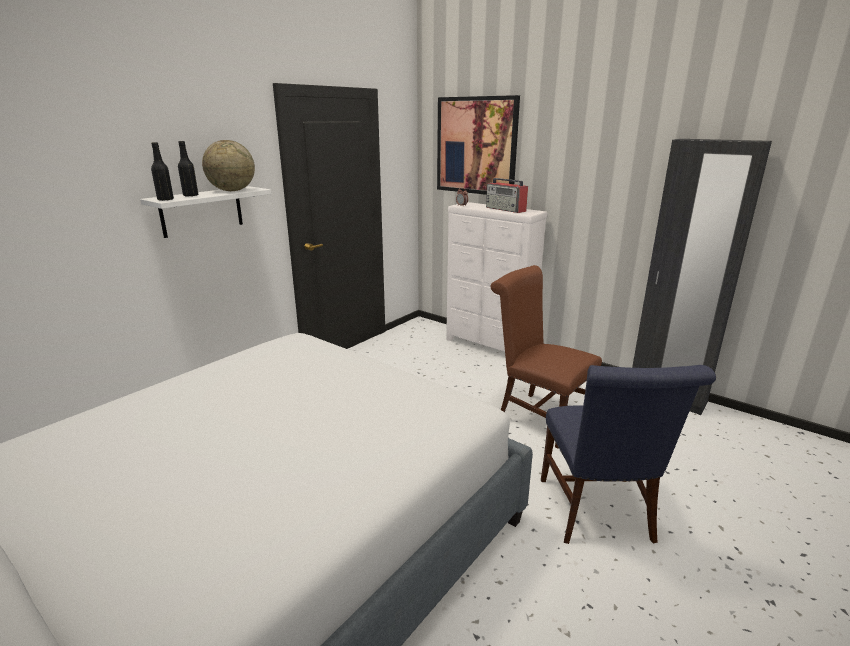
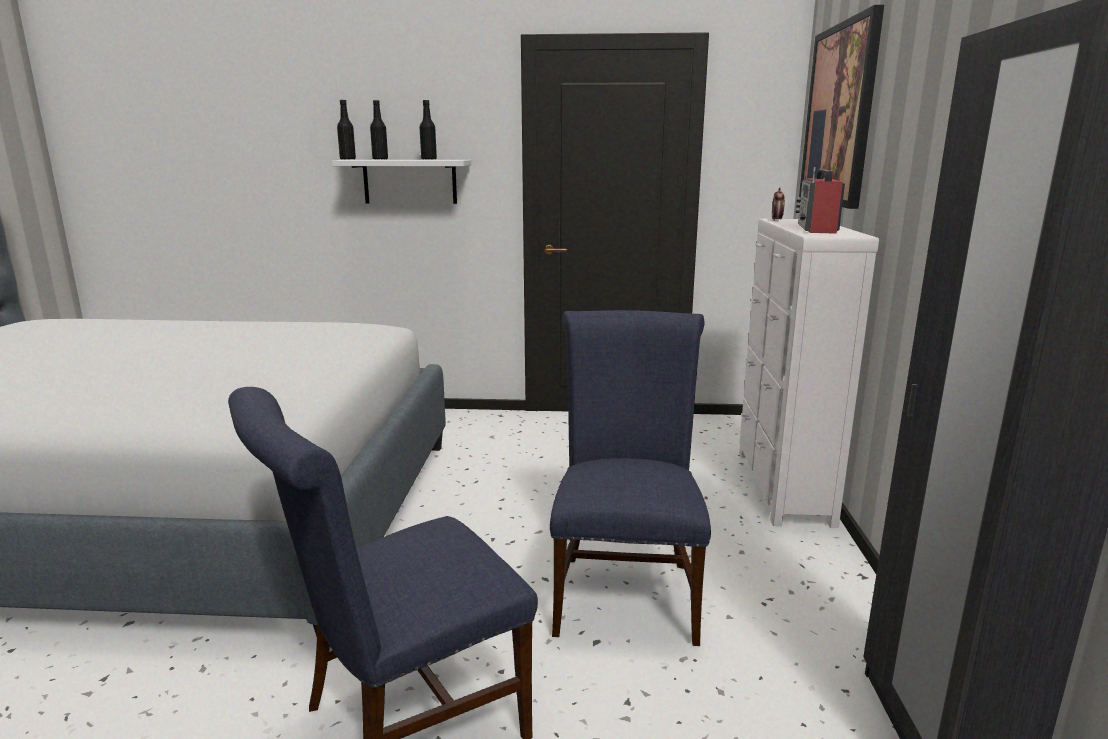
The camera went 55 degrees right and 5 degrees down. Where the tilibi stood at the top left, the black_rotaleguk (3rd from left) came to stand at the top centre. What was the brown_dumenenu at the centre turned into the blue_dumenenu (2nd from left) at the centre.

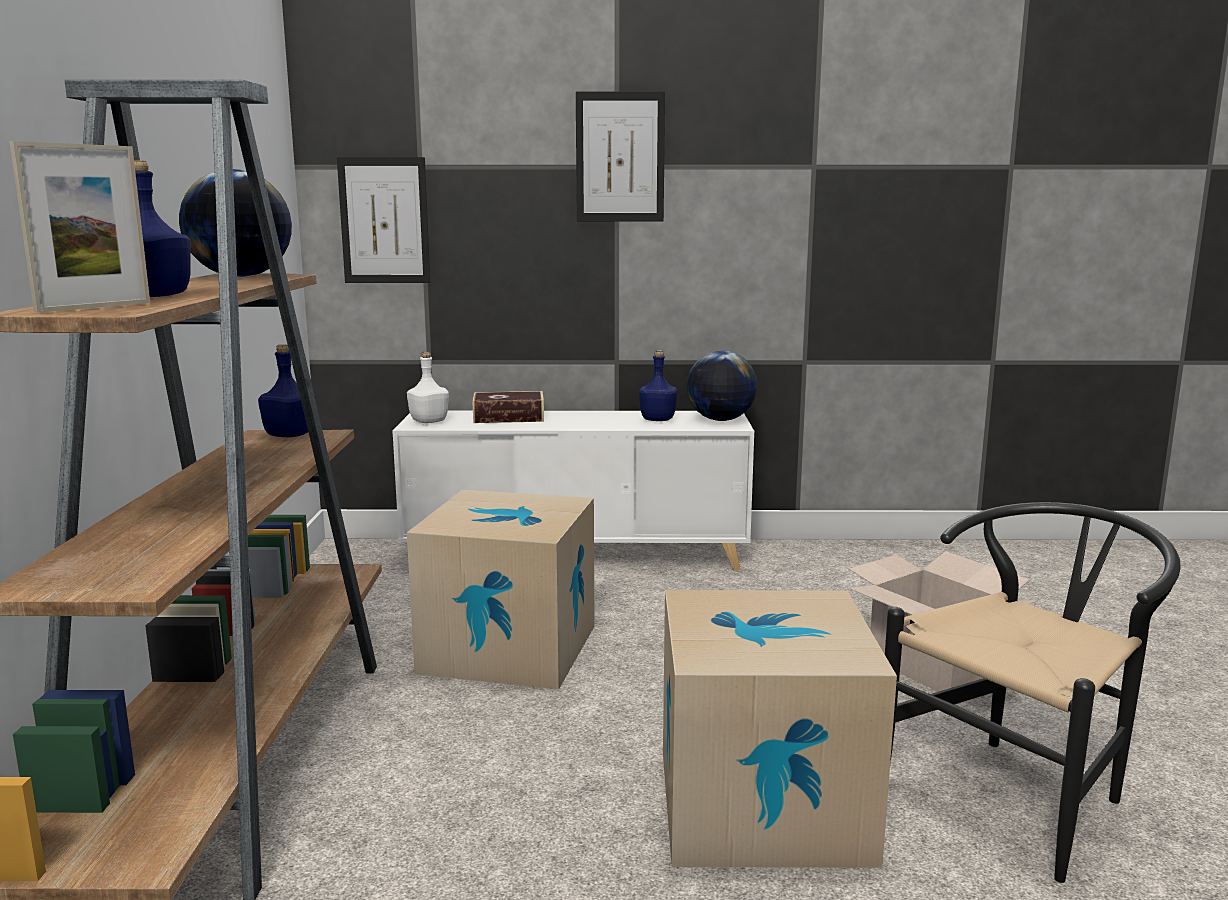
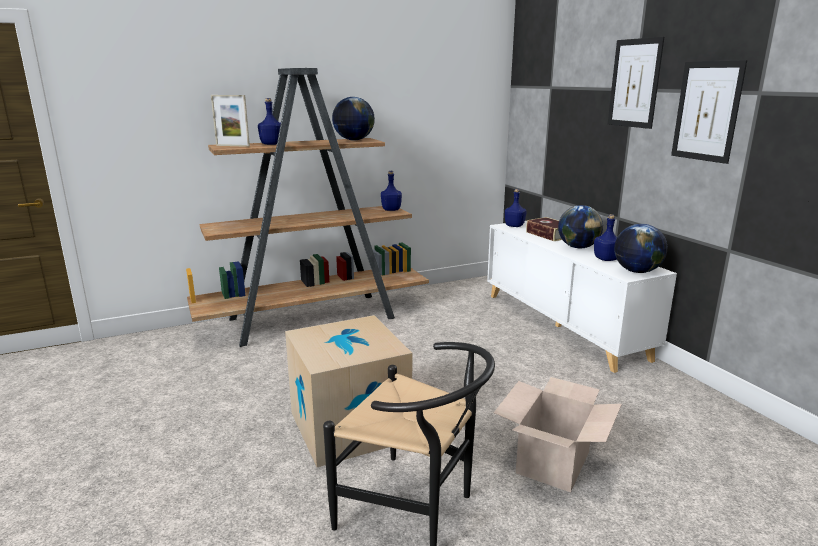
The camera went 65 degrees right and 5 degrees up. The second view lost the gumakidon (1st from left) at the centre. The second view gained the tilibi (2nd from left) at the middle right. The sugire (1st from left in the first image) ended up elsewhere, having gone from the top left to the top right. What was the white_rotaleguk at the centre turned into the blue_rotaleguk (3rd from left) at the centre.

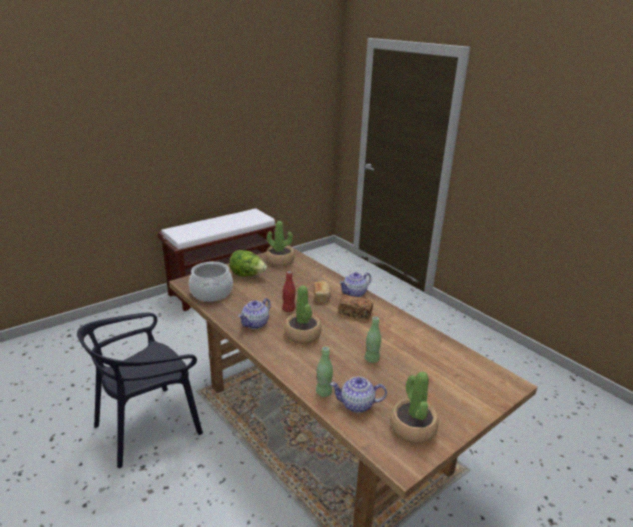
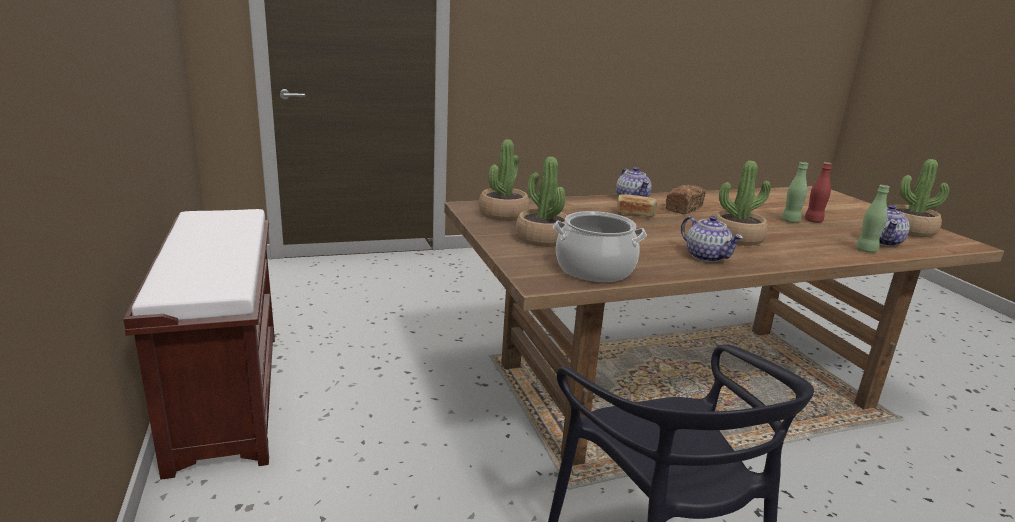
The camera went 70 degrees left and 5 degrees down. The red_rotaleguk ended up elsewhere, having gone from the centre to the middle right. Where the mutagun stood at the centre, the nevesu (2nd from left) came to stand at the centre.

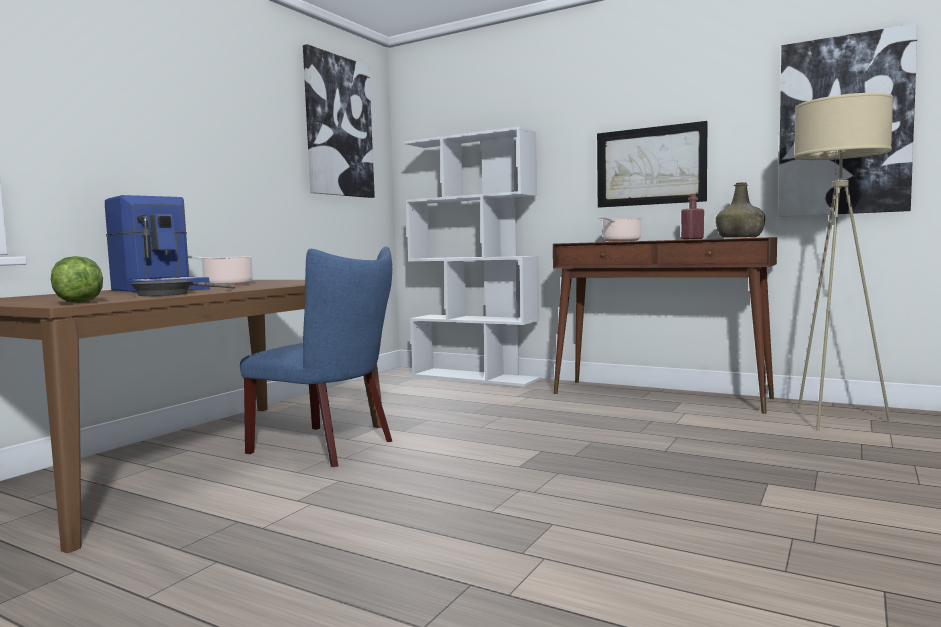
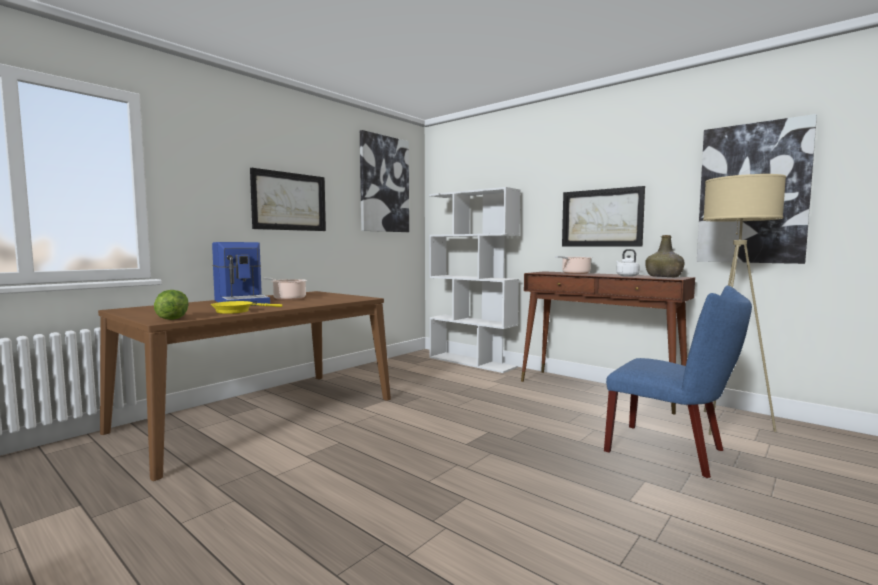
The camera went 10 degrees right and 0 degrees up. The second view gained the sugire (1st from left) at the middle left. The blue_dumenenu ended up elsewhere, having gone from the centre to the middle right. Where the red_rotaleguk stood at the middle right, the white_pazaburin came to stand at the middle right. What was the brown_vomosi at the middle left turned into the yellow_vomosi at the middle left.

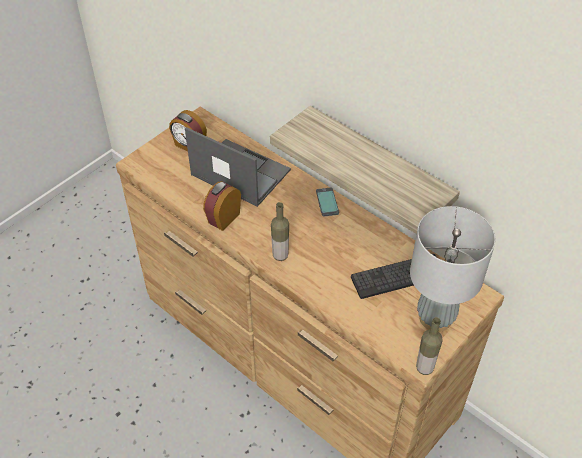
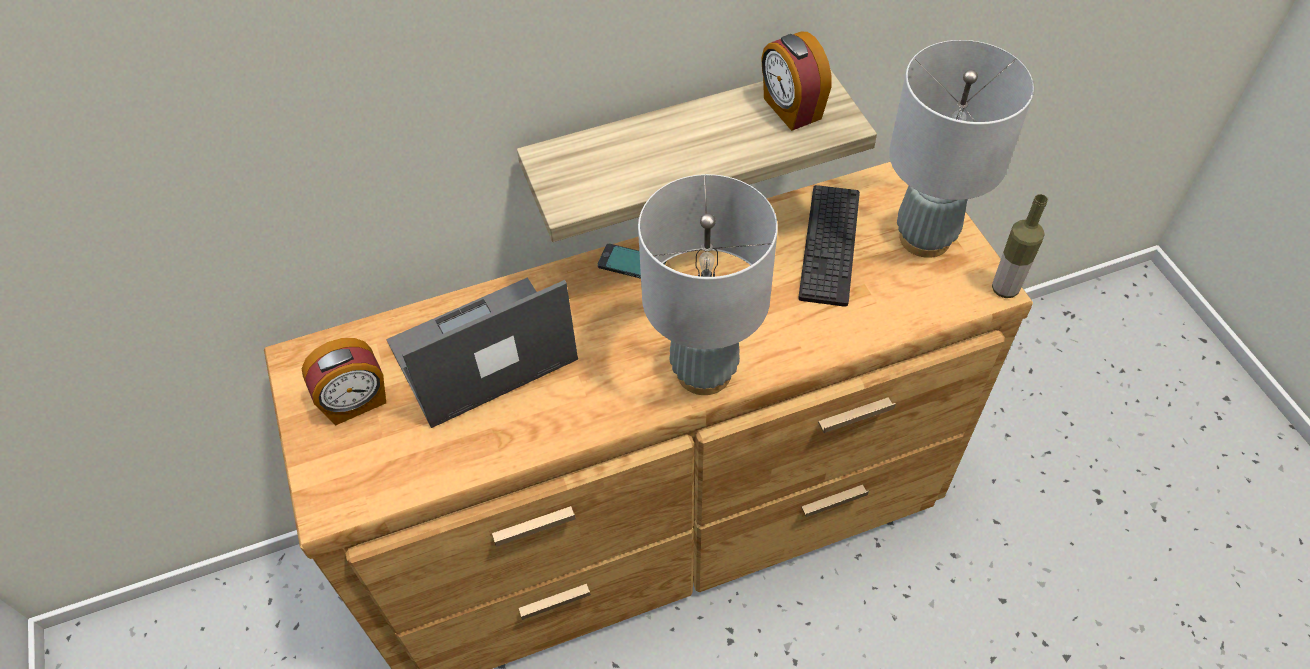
The camera went 60 degrees left and 5 degrees up. The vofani (2nd from left) ended up elsewhere, having gone from the centre to the top centre. Where the rotaleguk (1st from left) stood at the centre, the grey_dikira (1st from left) came to stand at the centre.

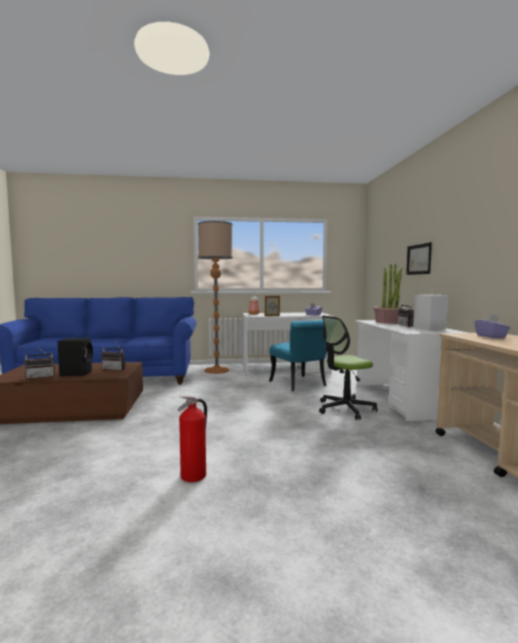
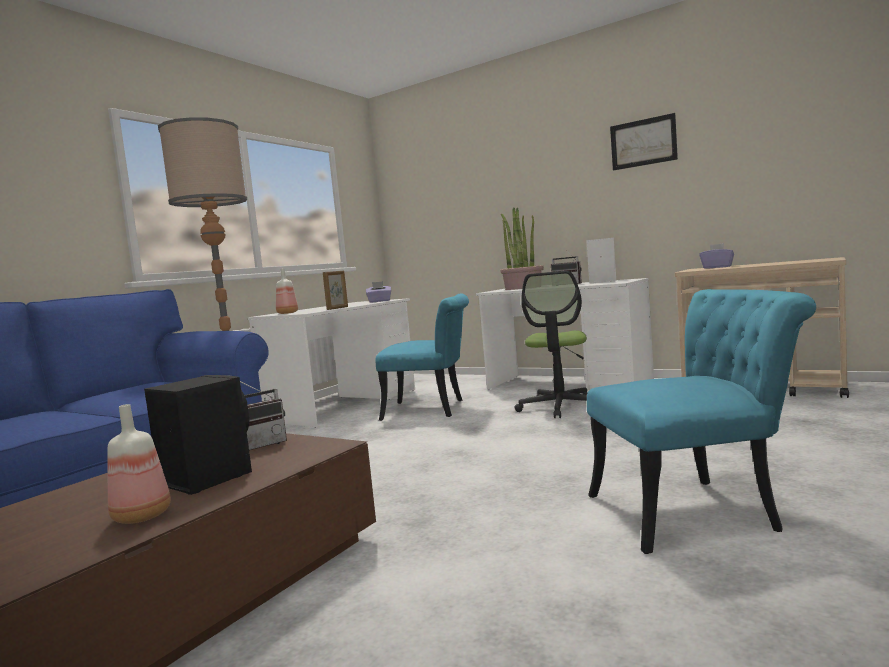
The camera went 50 degrees left and 0 degrees up. The sugire ended up elsewhere, having gone from the middle right to the top right. Where the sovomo (1st from left) stood at the middle left, the rotaleguk (1st from left) came to stand at the bottom left. Where the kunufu stood at the bottom centre, the turquoise_dumenenu (2nd from left) came to stand at the middle right.

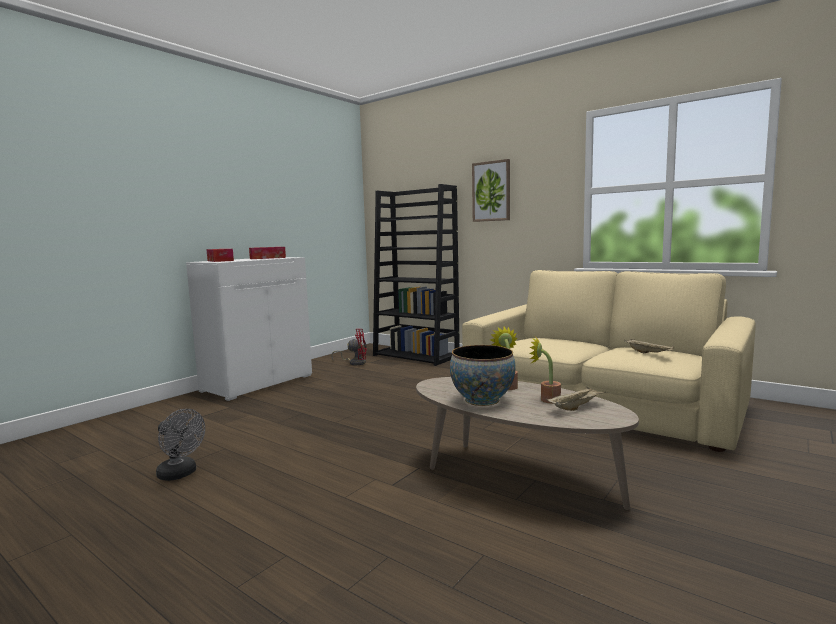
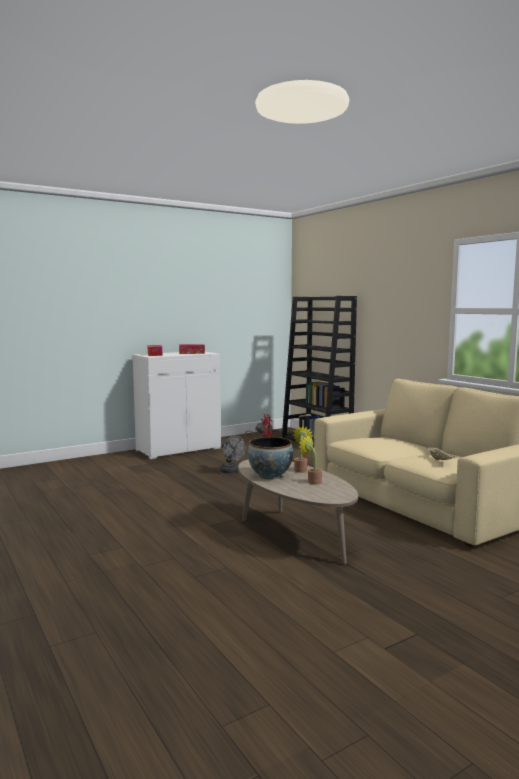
The camera went 20 degrees right and 0 degrees up. The second view lost the sugire at the top centre. The second view lost the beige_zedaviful (1st from left) at the middle right. The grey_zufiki ended up elsewhere, having gone from the bottom left to the centre.

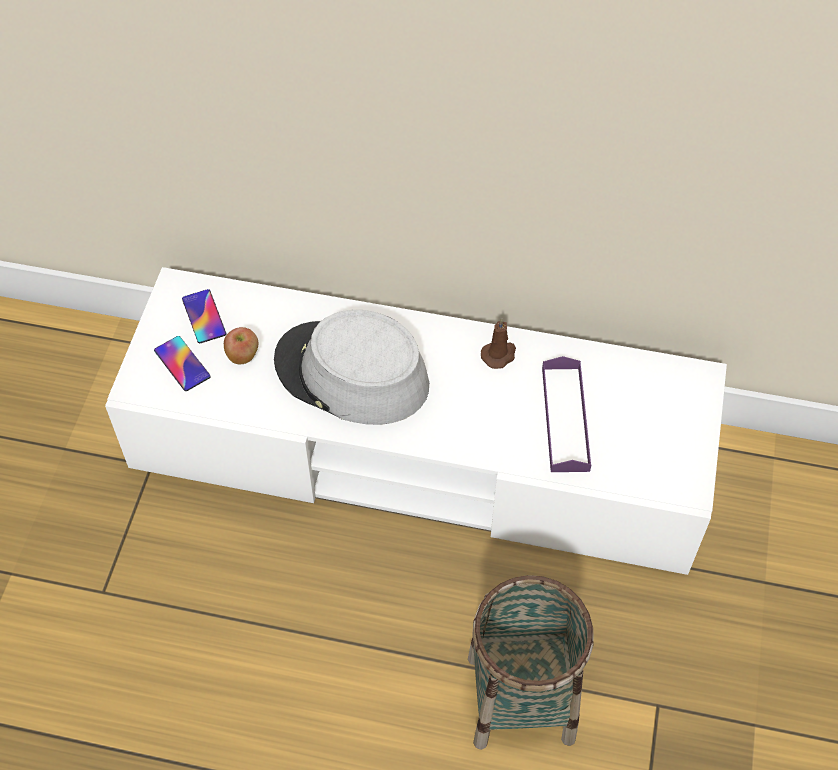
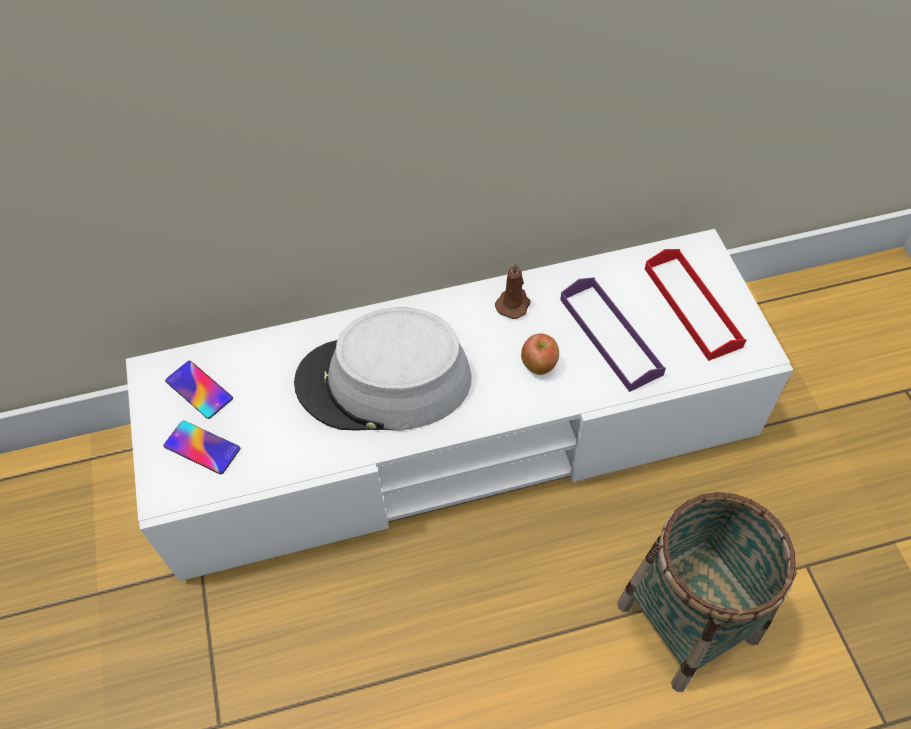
The camera went 25 degrees left and 0 degrees up. The second view gained the red_zedaviful at the middle right. The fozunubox ended up elsewhere, having gone from the middle left to the centre.

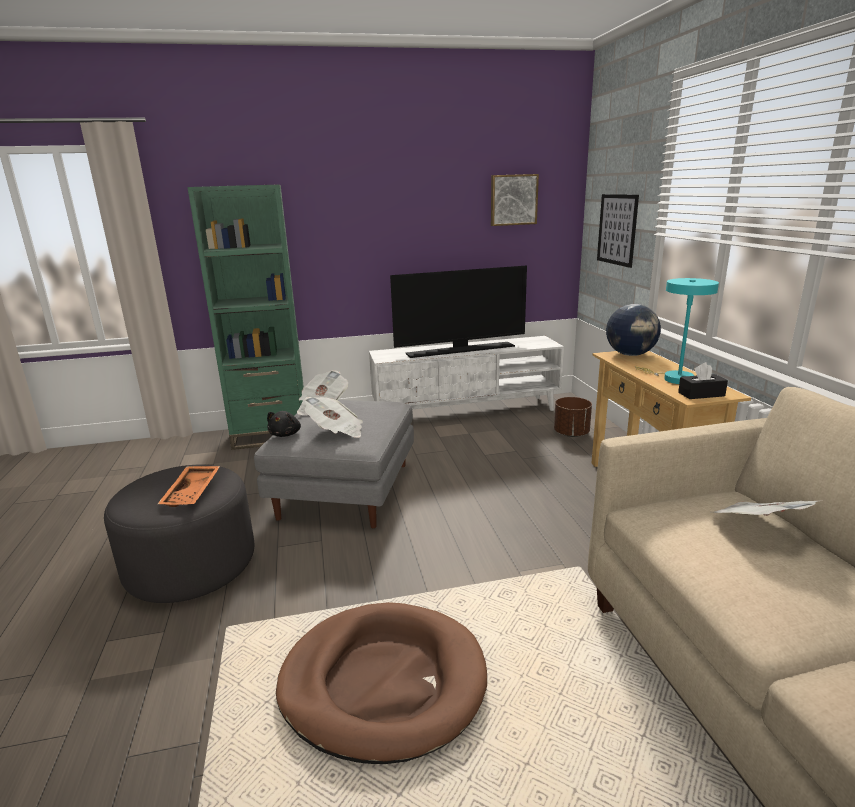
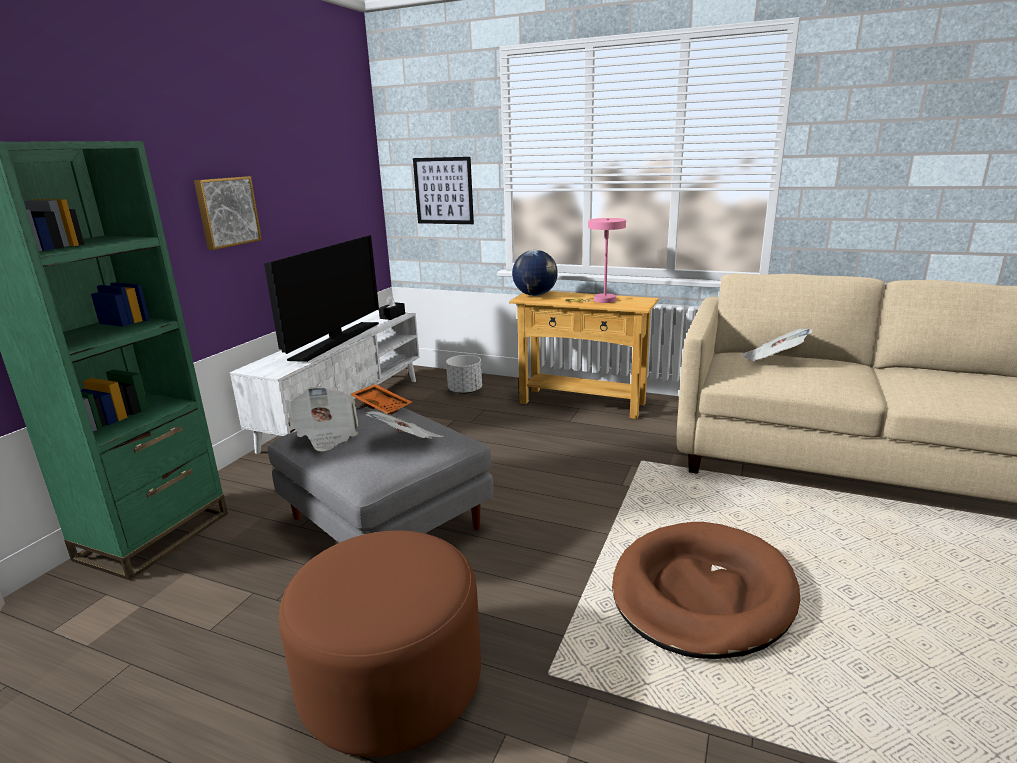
The camera went 55 degrees left and 0 degrees up. The second view lost the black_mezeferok at the middle left. The orange_zedaviful ended up elsewhere, having gone from the middle left to the centre. The sugire (1st from left) ended up elsewhere, having gone from the top centre to the top left. The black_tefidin ended up elsewhere, having gone from the middle right to the centre. What was the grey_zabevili (1st from left) at the middle left turned into the brown_zabevili at the bottom centre. What was the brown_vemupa at the middle right turned into the white_vemupa at the centre. What was the turquoise_dikira at the middle right turned into the pink_dikira at the centre.

